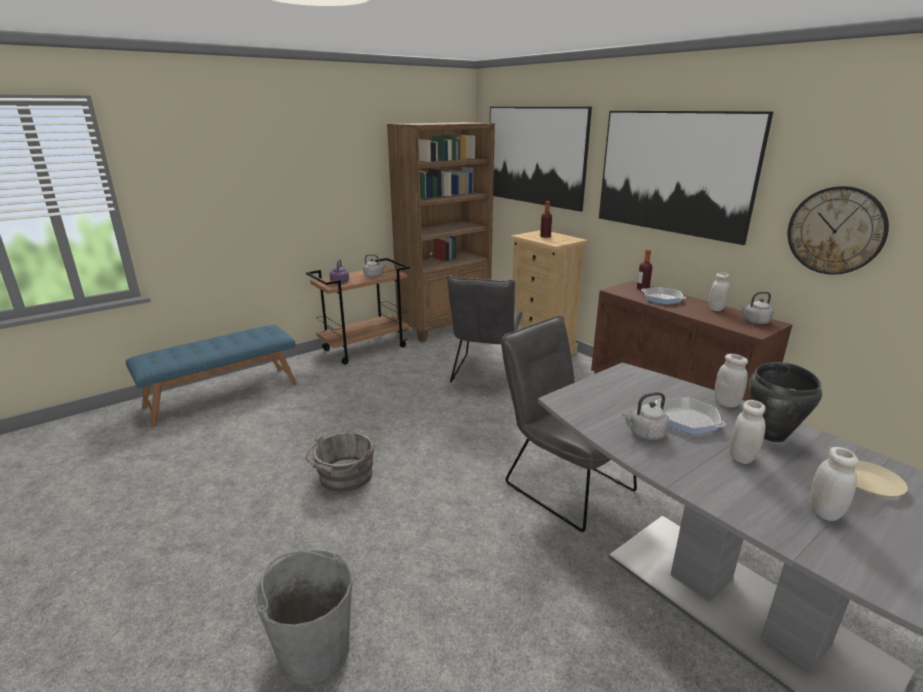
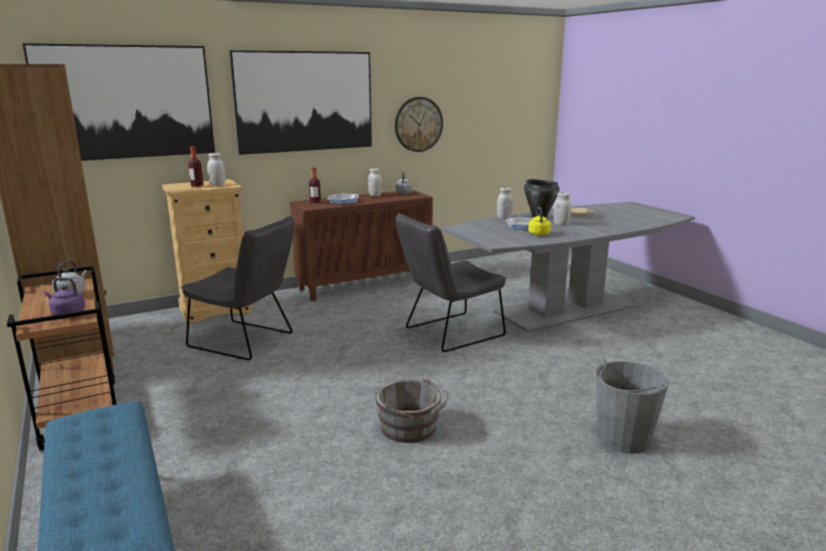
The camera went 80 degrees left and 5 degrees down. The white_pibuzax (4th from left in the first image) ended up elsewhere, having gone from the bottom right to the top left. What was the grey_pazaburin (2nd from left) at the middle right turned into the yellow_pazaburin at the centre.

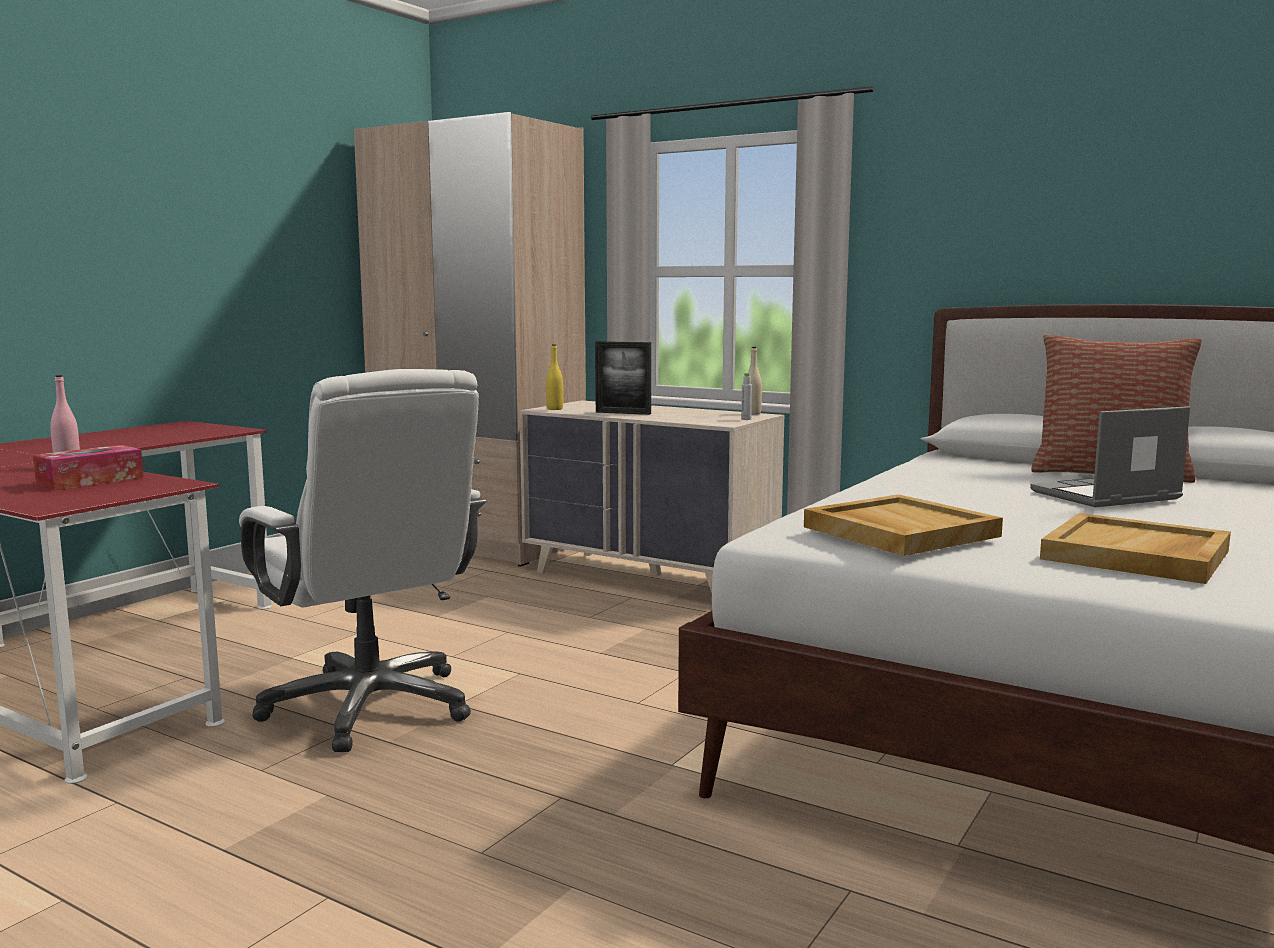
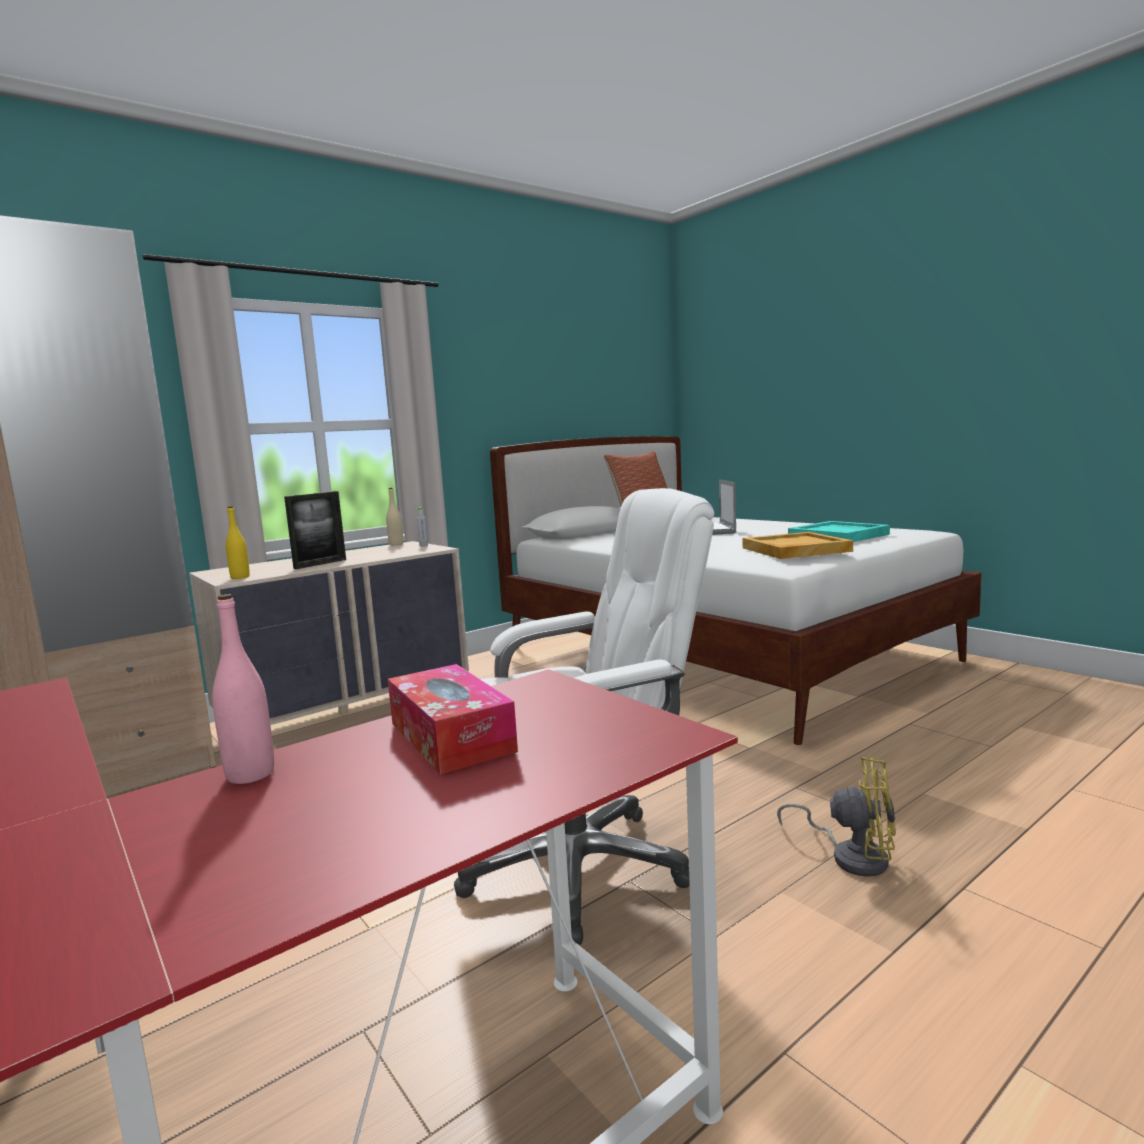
The camera went 70 degrees left and 0 degrees up. The second view gained the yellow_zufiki at the bottom right. What was the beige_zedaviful (2nd from left) at the middle right turned into the turquoise_zedaviful at the middle right.

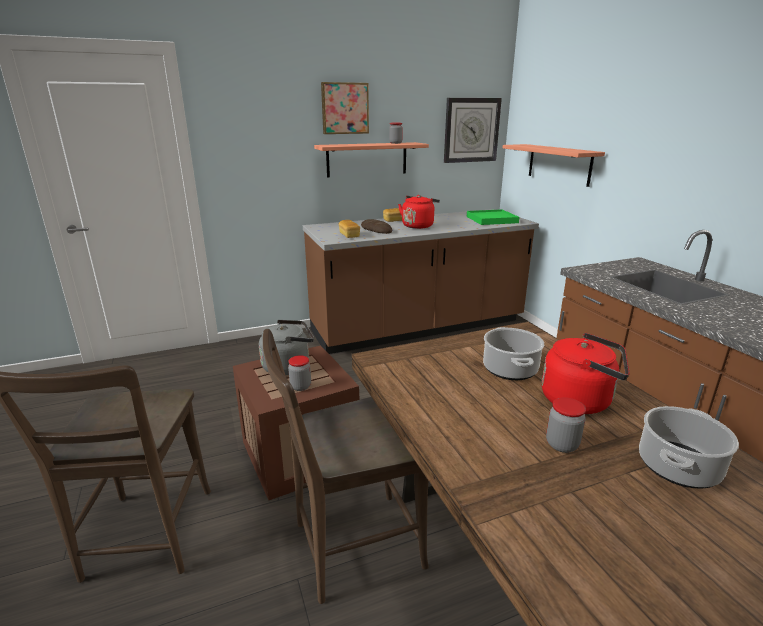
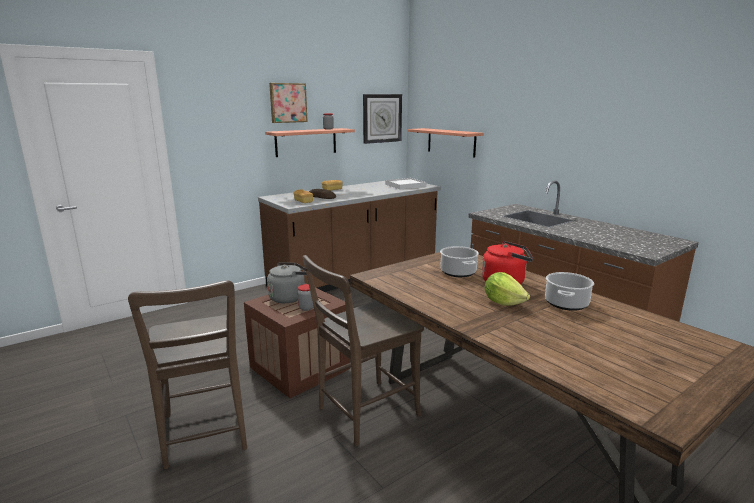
The camera went 15 degrees left and 5 degrees down. The second view lost the red_pazaburin (1st from left) at the centre. Where the pibuzax (3rd from left) stood at the bottom right, the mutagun came to stand at the middle right. What was the green_zedaviful at the centre turned into the white_zedaviful at the centre.

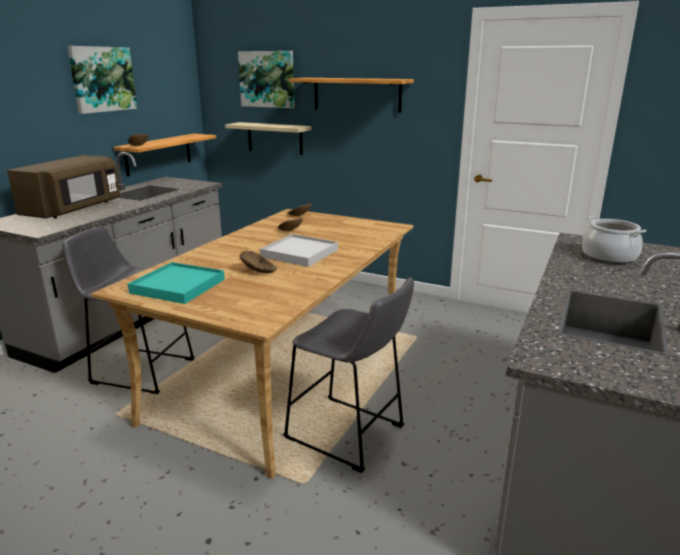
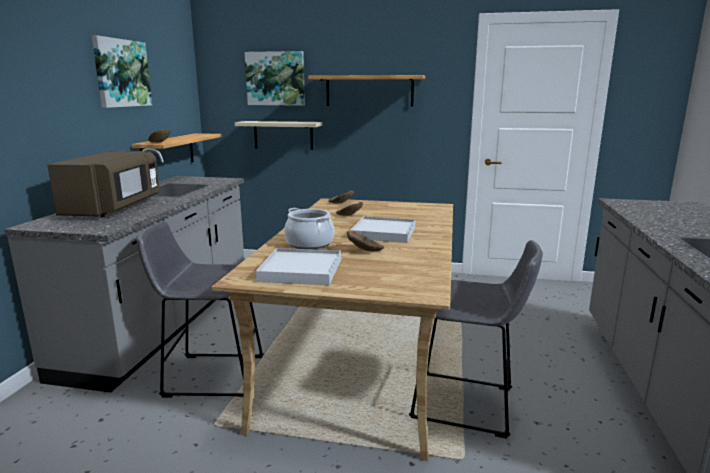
The camera went 15 degrees left and 5 degrees down. The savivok ended up elsewhere, having gone from the middle right to the centre. What was the turquoise_zedaviful at the middle left turned into the white_zedaviful (1st from left) at the centre.

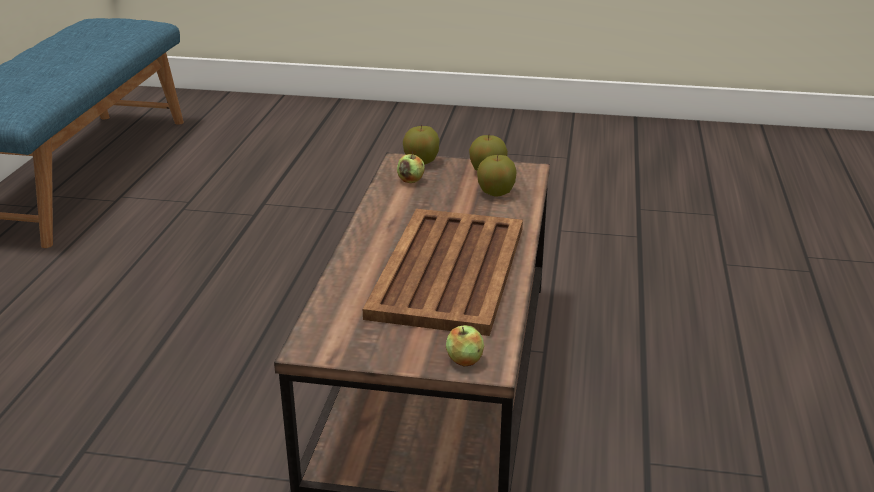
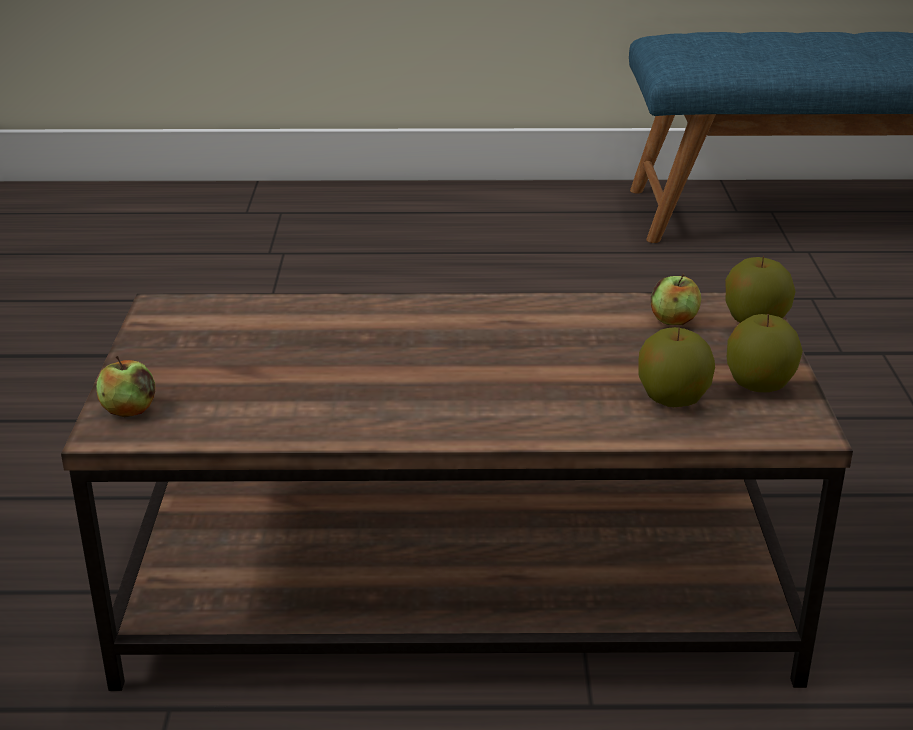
The camera went 80 degrees right and 0 degrees up. The second view lost the brown_zedaviful at the centre.

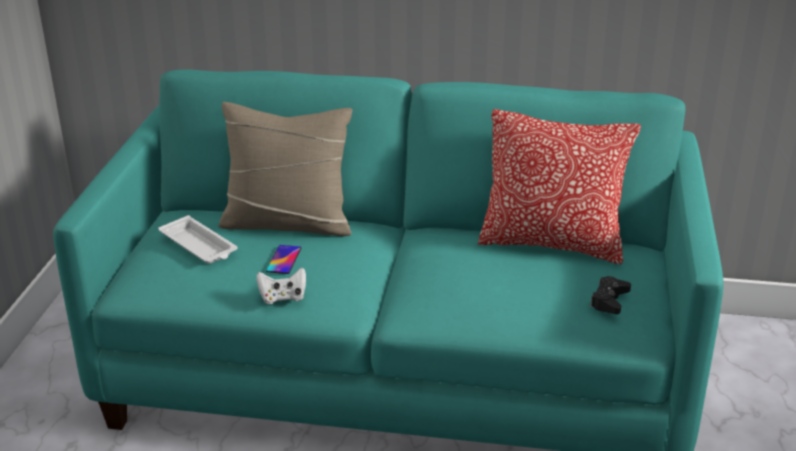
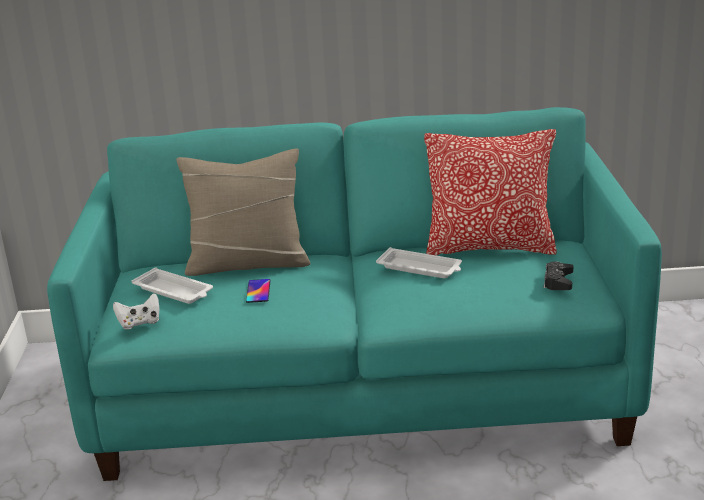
The camera went 10 degrees left and 5 degrees down. The second view gained the white_zedaviful (2nd from left) at the centre. The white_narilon ended up elsewhere, having gone from the centre to the middle left.

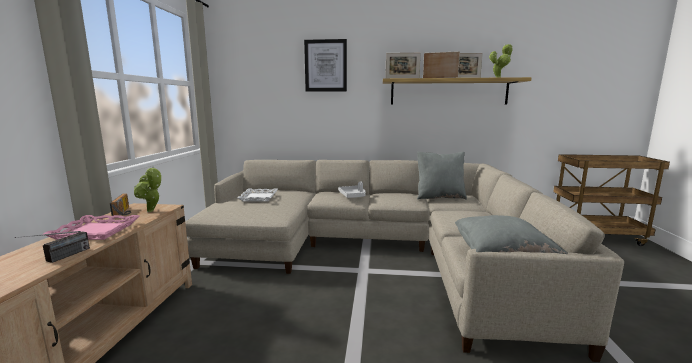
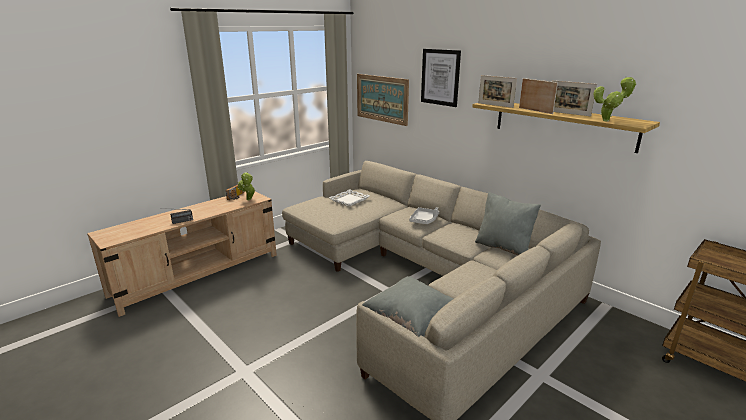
The camera went 40 degrees right and 10 degrees up. The second view lost the pink_zedaviful at the middle left. The second view gained the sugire (1st from left) at the top centre.

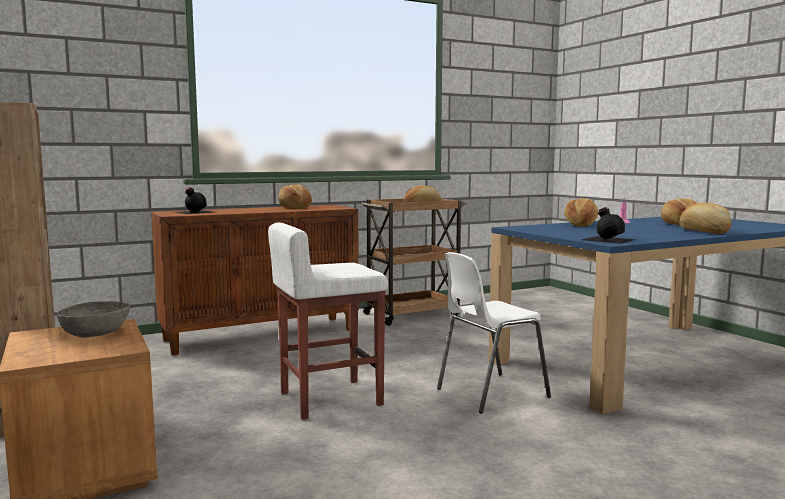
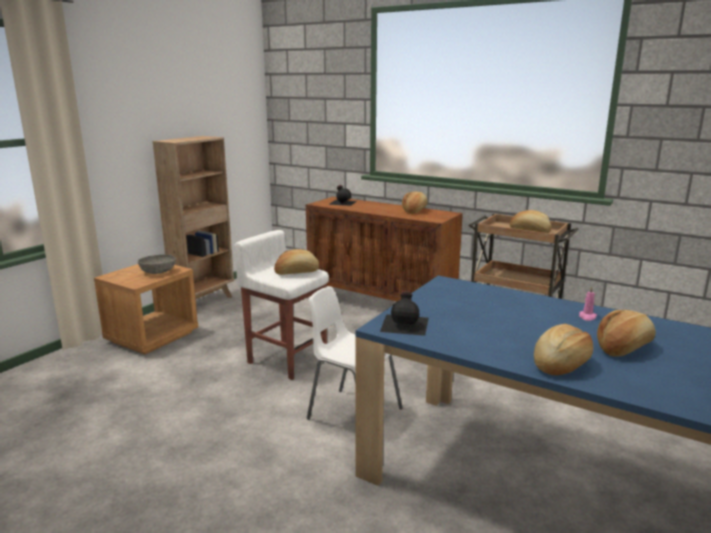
The camera went 60 degrees right and 10 degrees up. The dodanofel (3rd from left in the first image) ended up elsewhere, having gone from the middle right to the centre.

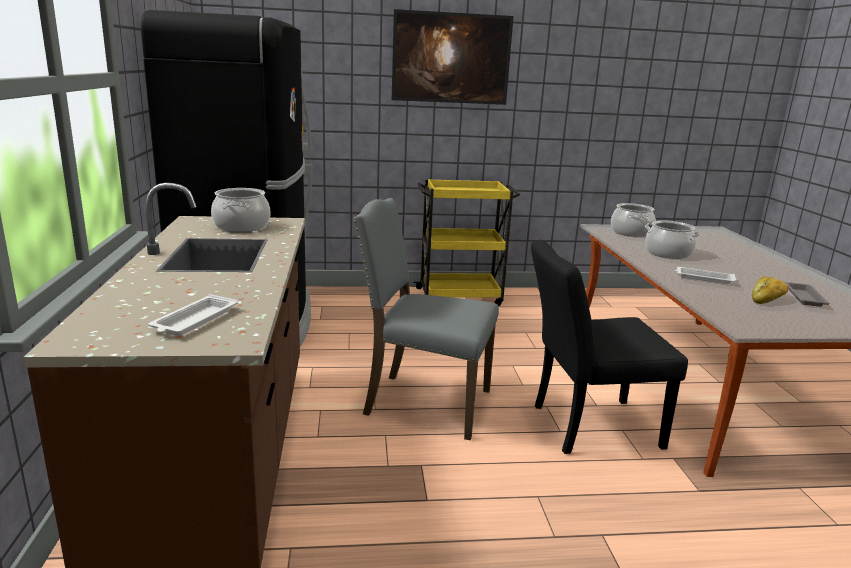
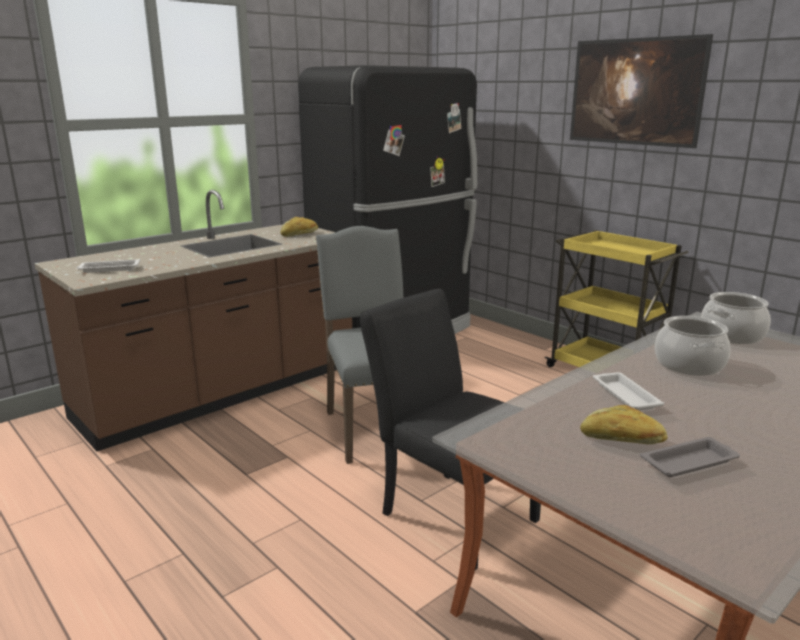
The camera went 55 degrees right and 0 degrees up. Where the savivok (1st from left) stood at the middle left, the dodanofel (1st from left) came to stand at the centre.

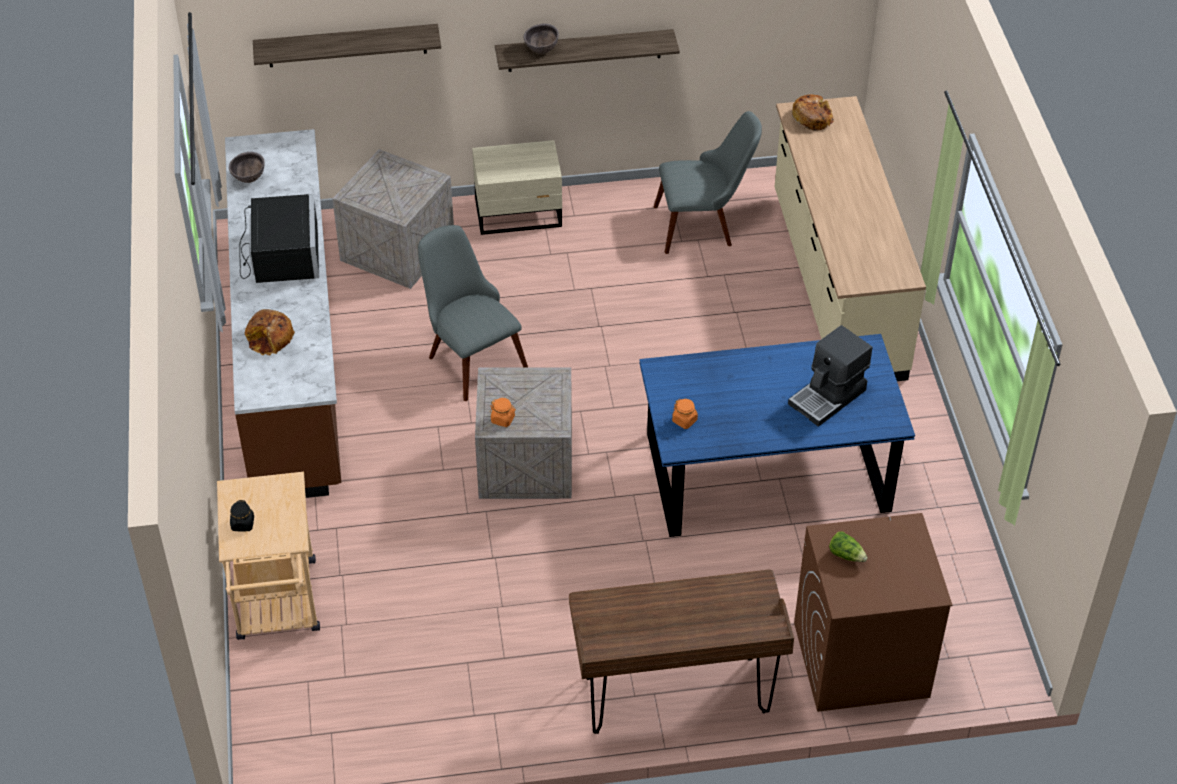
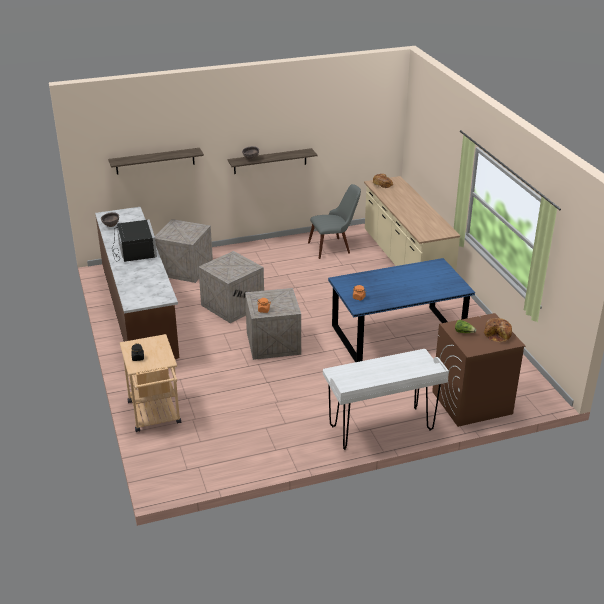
The camera went 10 degrees left and 15 degrees down. The second view lost the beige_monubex at the top centre. The second view lost the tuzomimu at the middle right. The dodanofel (1st from left in the first image) ended up elsewhere, having gone from the middle left to the middle right. Where the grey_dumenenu (1st from left) stood at the centre, the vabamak (2nd from left) came to stand at the centre. What was the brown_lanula at the bottom centre turned into the white_lanula at the centre.

